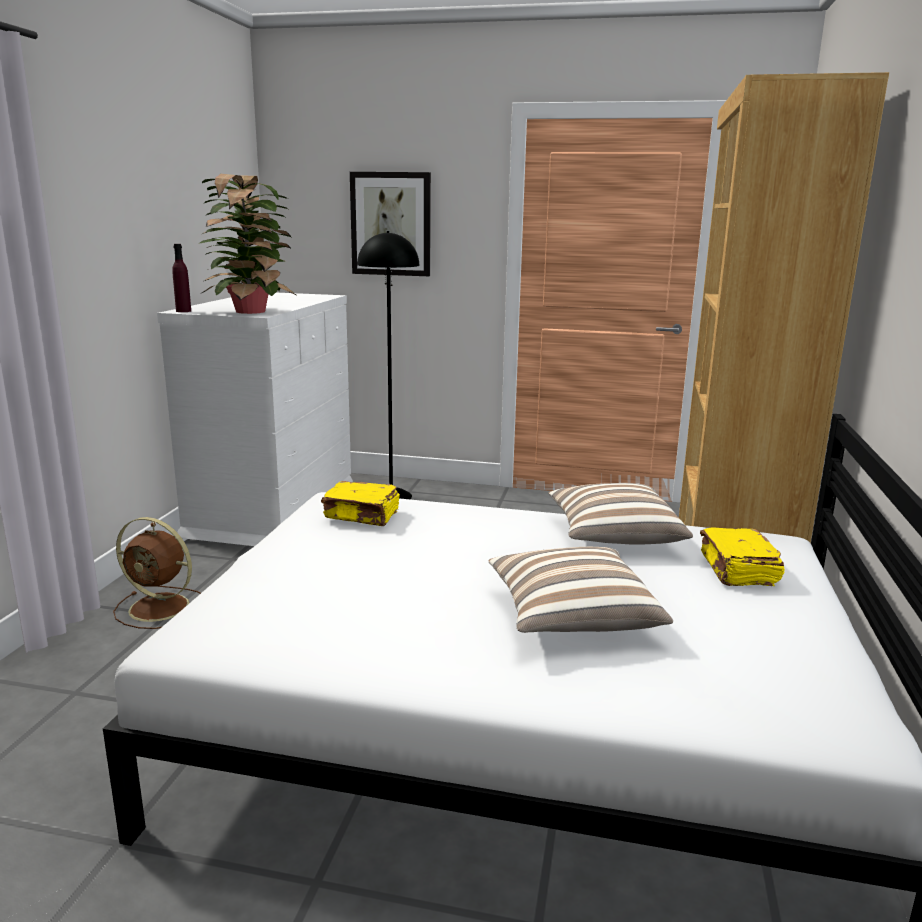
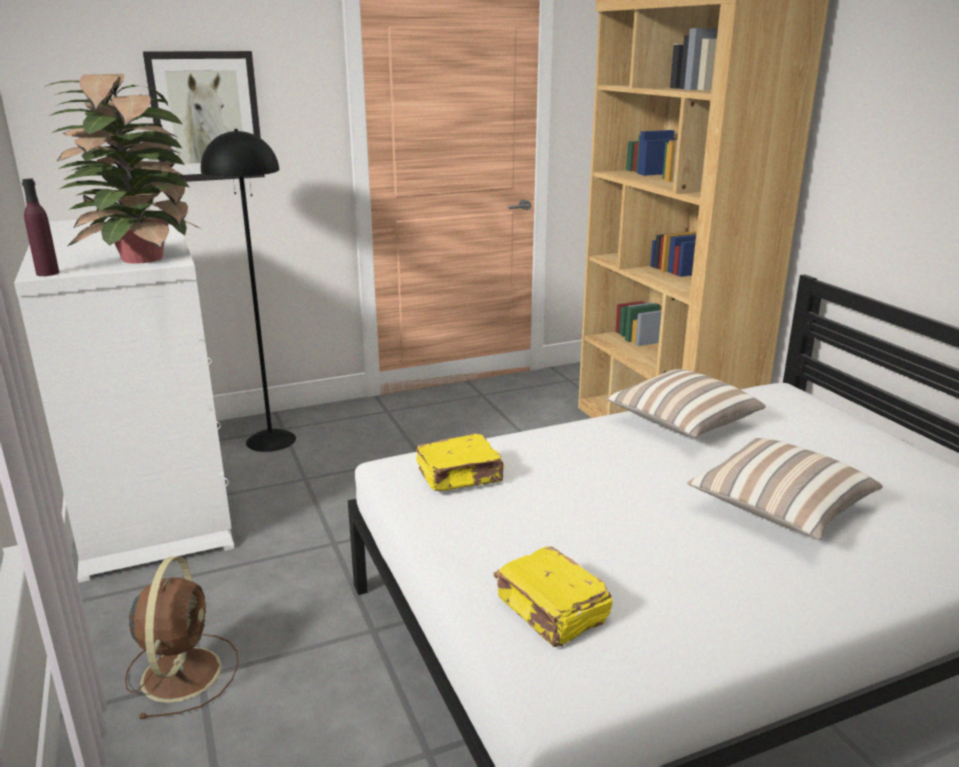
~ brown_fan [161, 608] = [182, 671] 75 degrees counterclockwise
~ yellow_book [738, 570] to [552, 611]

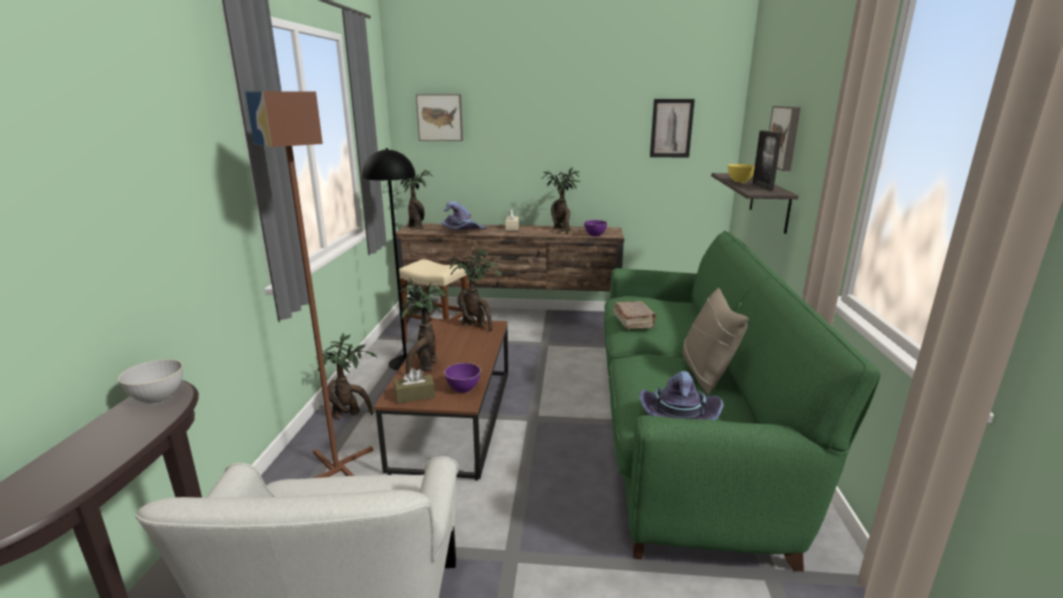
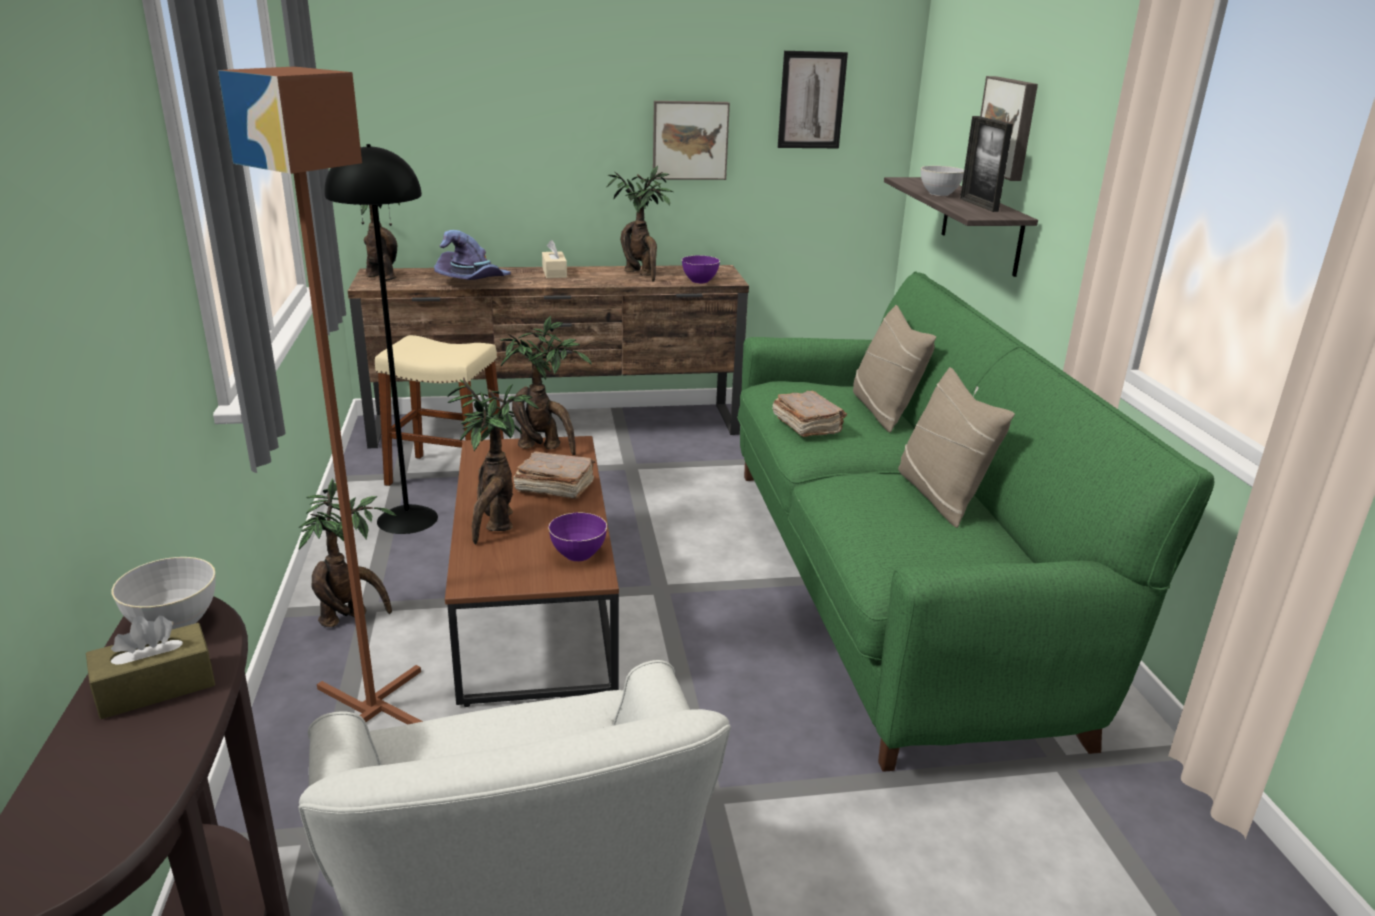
~ brown_tissue_box [415, 396] to [156, 687]
+ brown_book [554, 487]
~ picture [440, 117] to [689, 140]
+ beige_pillow [884, 411]
~ yellow_bowl [740, 181] to grey_bowl [939, 194]
- purple_hat [677, 416]

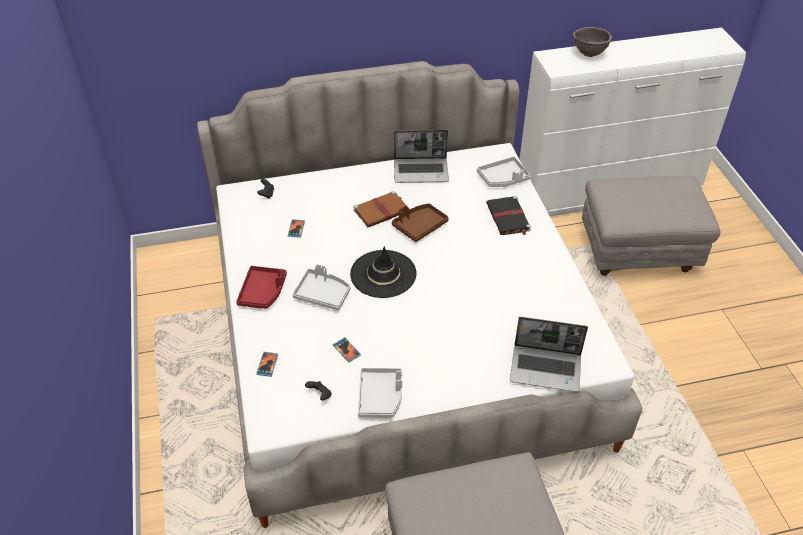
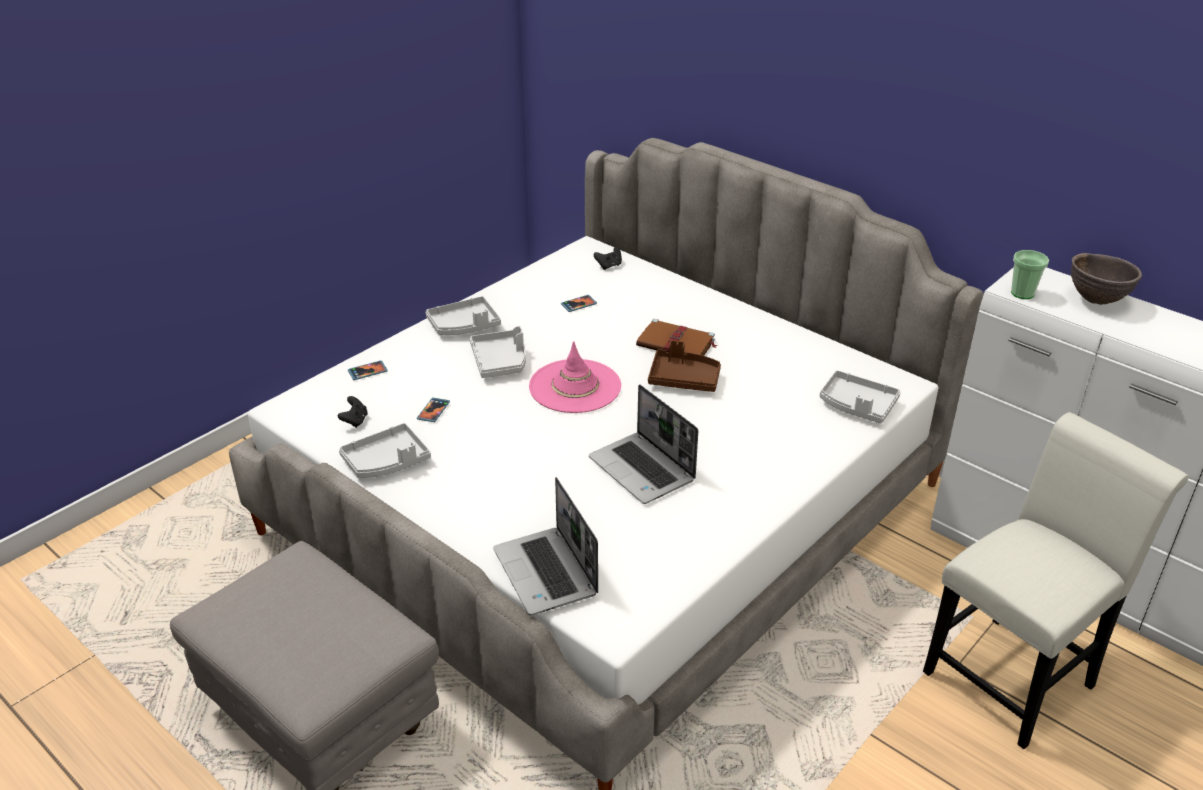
~ red_tray [263, 292] to grey_tray [464, 326]
~ black_hat [383, 274] to pink_hat [575, 387]
~ laptop [421, 171] to [643, 470]
~ grey_ottoman [638, 253] to white_chair [1016, 673]
+ cup [1022, 293]
- black_book [508, 218]

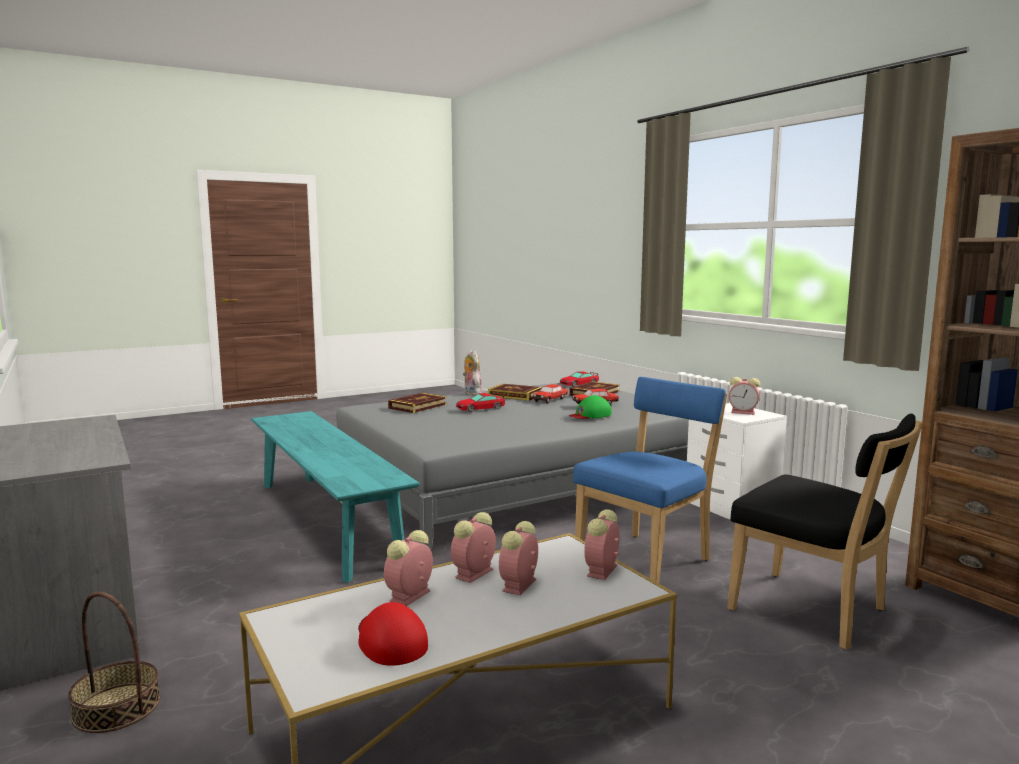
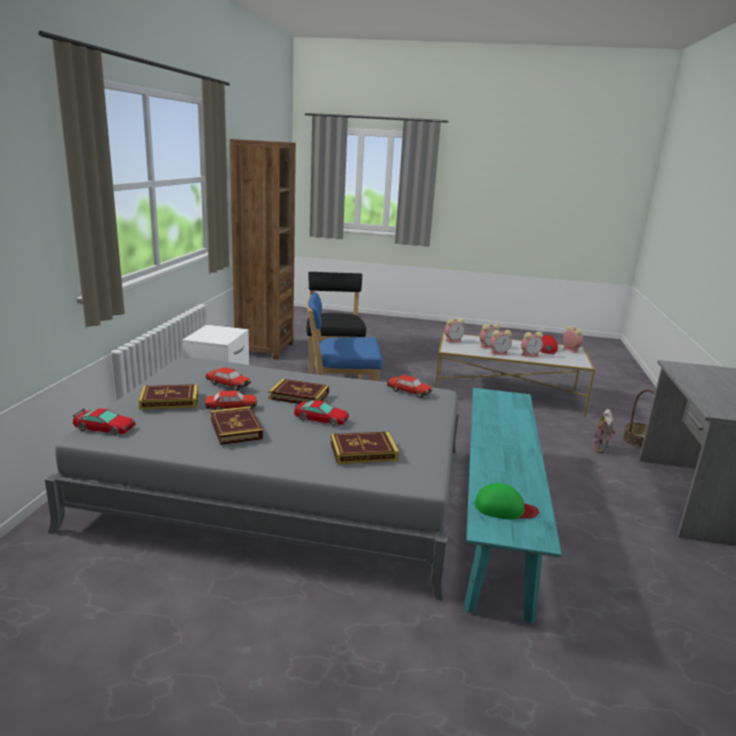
+ book [299, 396]
+ toy_car [408, 392]
~ green_cap [590, 415] to [504, 508]
~ alarm_clock [744, 412] to [569, 350]
~ plush_toy [471, 393] to [601, 449]

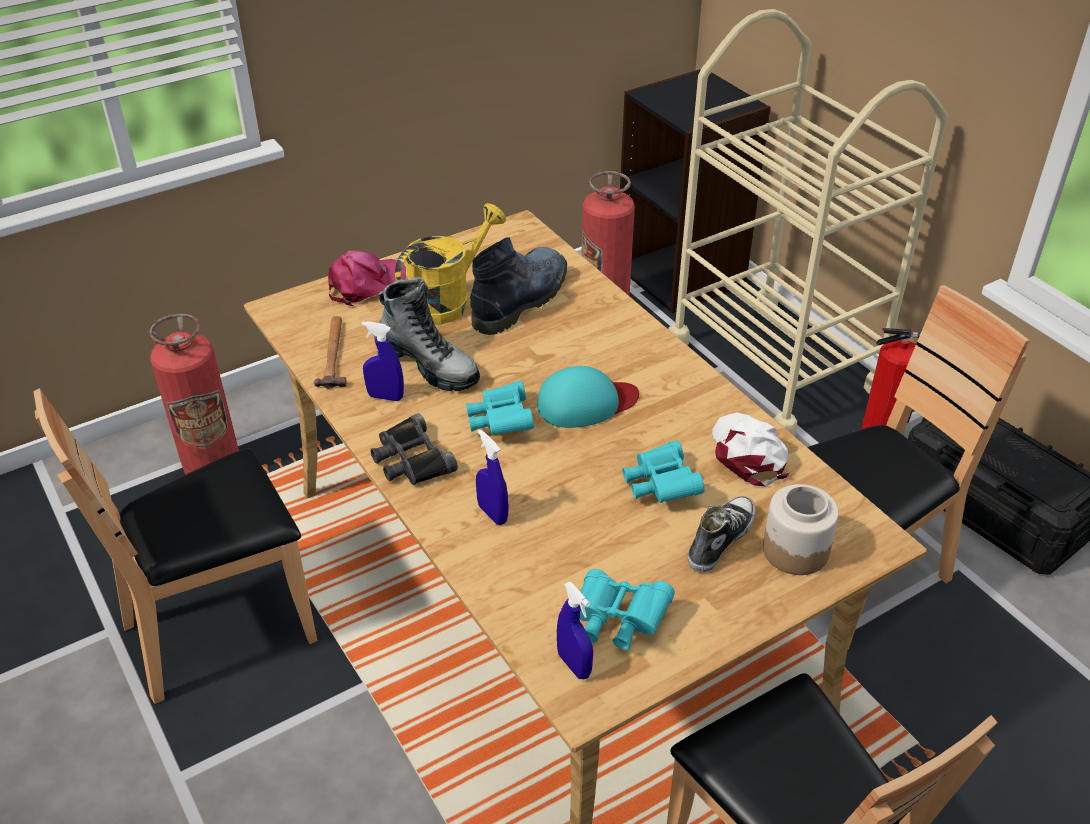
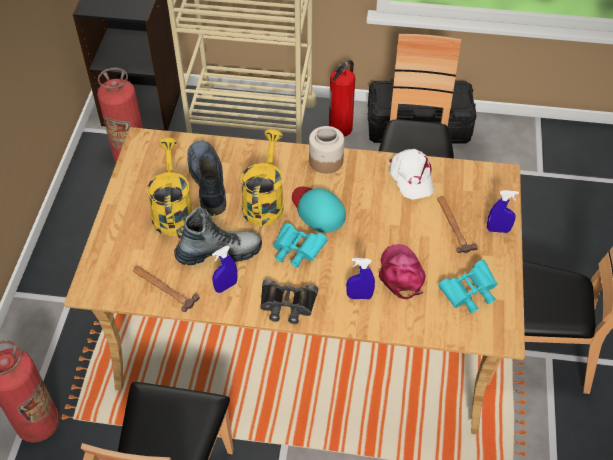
+ yellow_watering_can [264, 201]
~ turquoise_cap [586, 403] = [317, 210] 60 degrees counterclockwise
~ jar [795, 550] to [325, 161]
~ pink_cap [366, 284] to [401, 273]
~ white_cap [748, 453] = [411, 177] 135 degrees counterclockwise
~ shoe [720, 539] to hammer [453, 225]
~ blue_spray_bottle [574, 665] to [498, 230]
- turquoise_binoculars [660, 486]

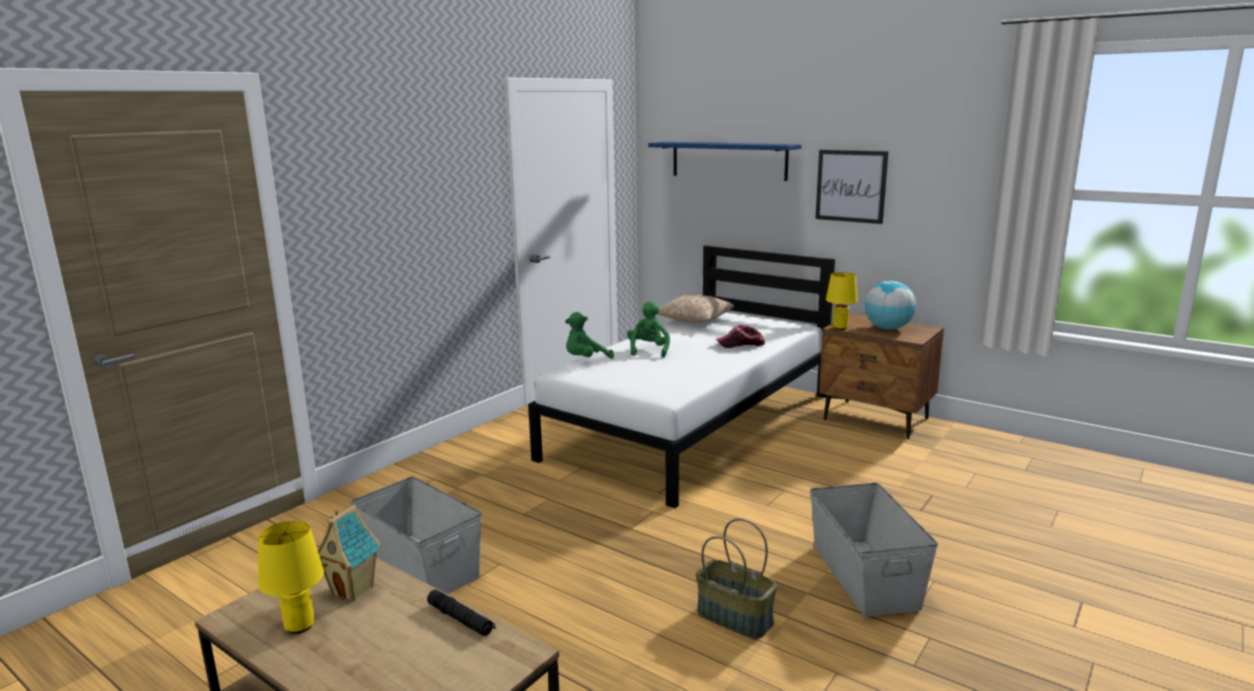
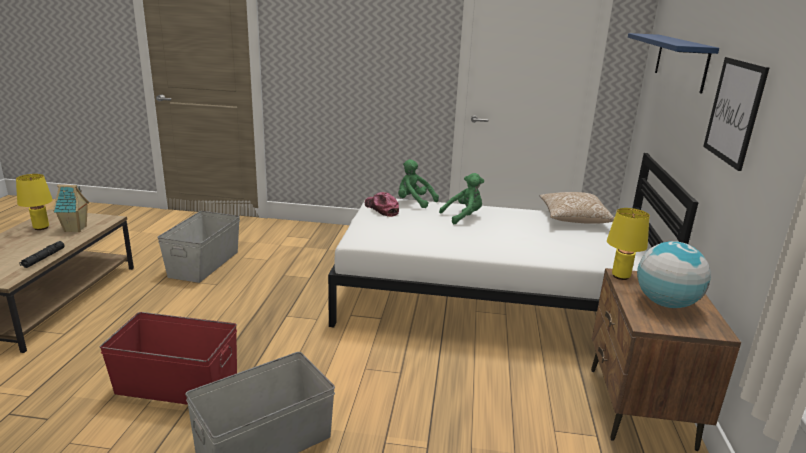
~ basket [736, 617] to red_storage_box [177, 385]
~ cap [740, 344] to [381, 209]

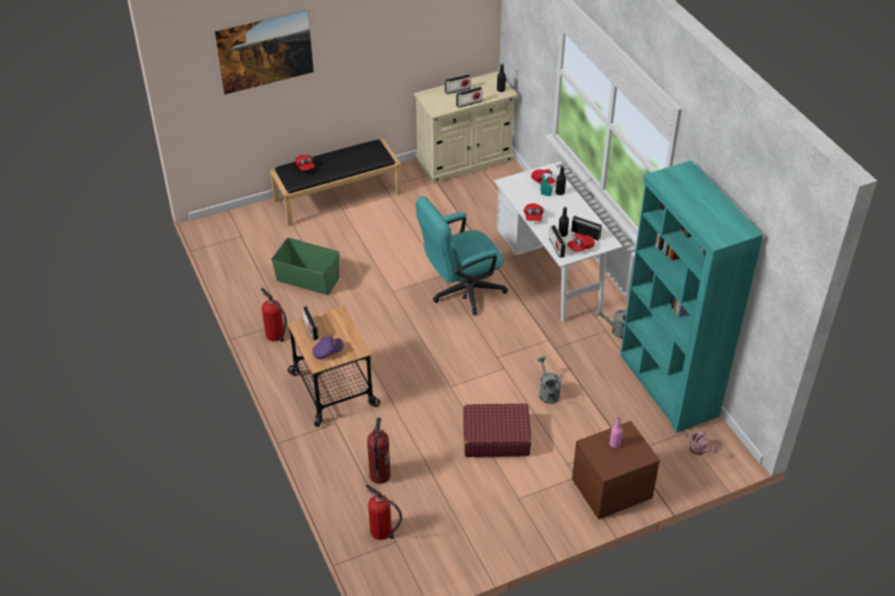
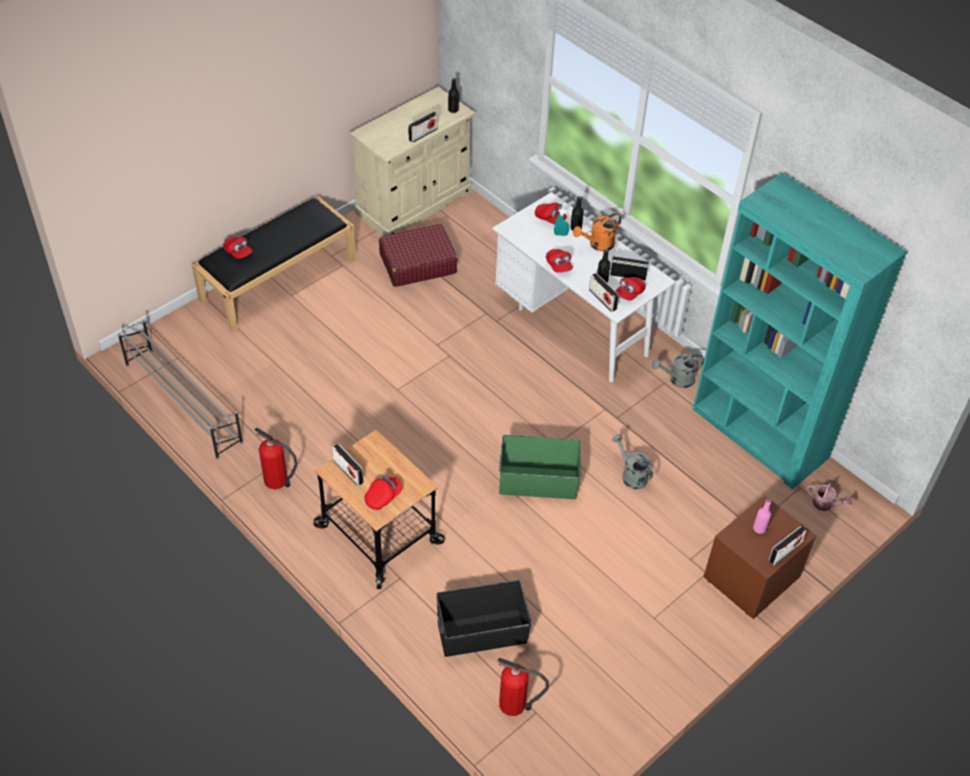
+ grey_shoe_rack [183, 402]
~ purple_cap [328, 352] to red_cap [383, 497]
~ red_suitcase [495, 437] to [417, 263]
~ fire_extinguisher [380, 475] to black_storage_box [481, 632]
~ green_storage_box [308, 278] to [537, 481]
+ orange_watering_can [597, 245]
~ radio [457, 90] to [785, 552]
- picture [267, 68]
- turquoise_office_chair [461, 292]

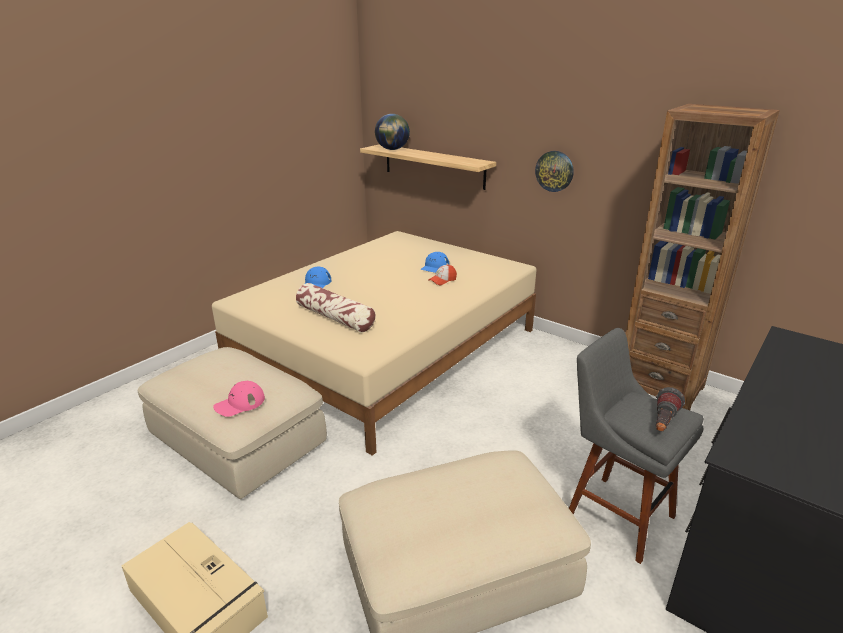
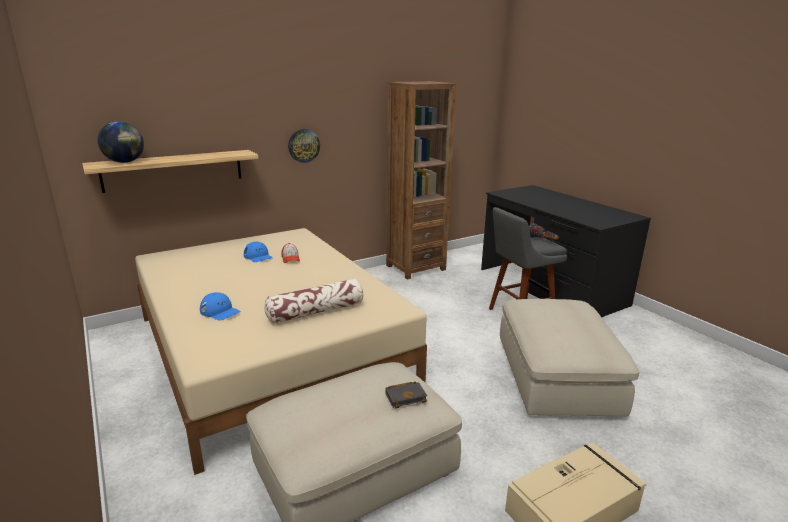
~ pink_cap [239, 403] to black_book [406, 396]

